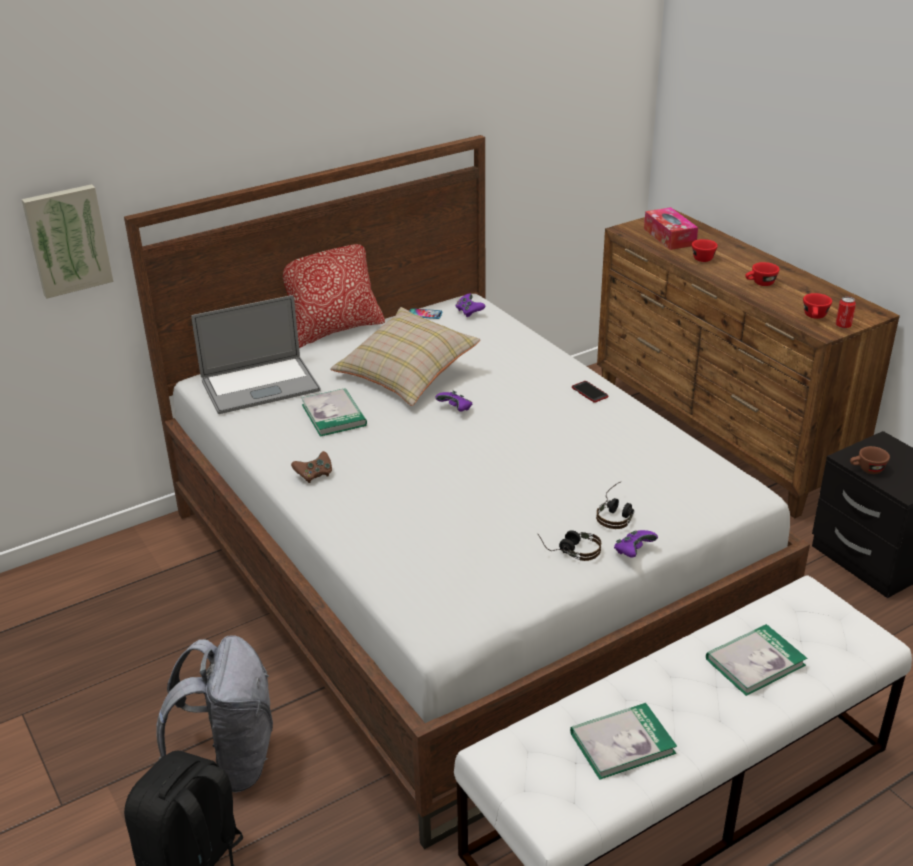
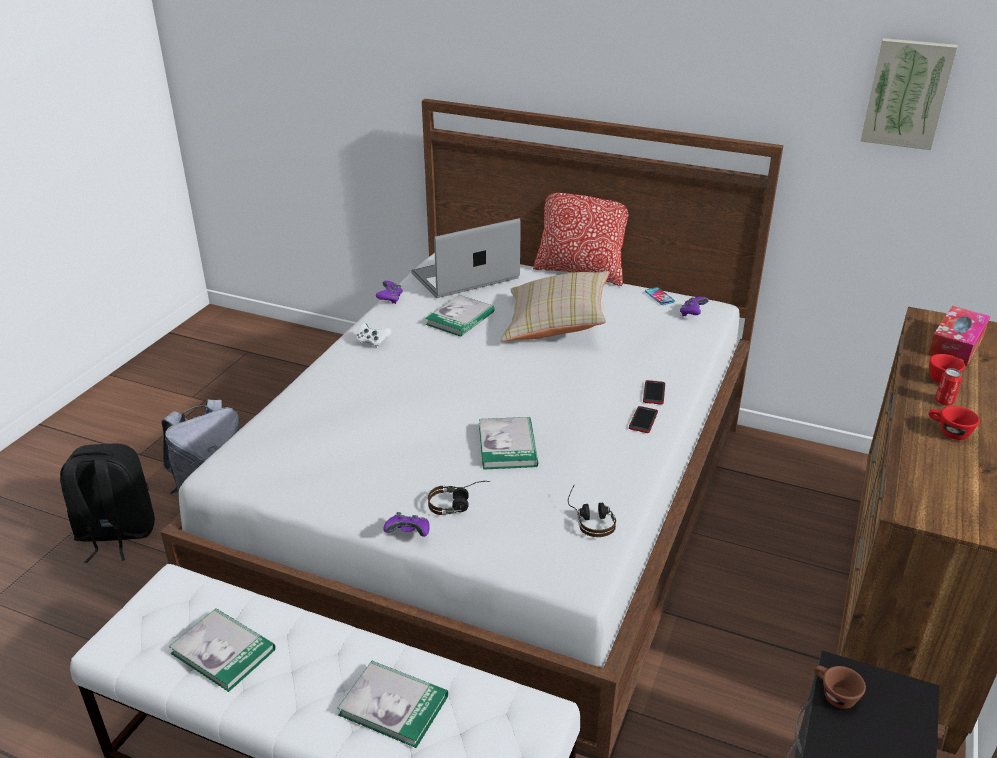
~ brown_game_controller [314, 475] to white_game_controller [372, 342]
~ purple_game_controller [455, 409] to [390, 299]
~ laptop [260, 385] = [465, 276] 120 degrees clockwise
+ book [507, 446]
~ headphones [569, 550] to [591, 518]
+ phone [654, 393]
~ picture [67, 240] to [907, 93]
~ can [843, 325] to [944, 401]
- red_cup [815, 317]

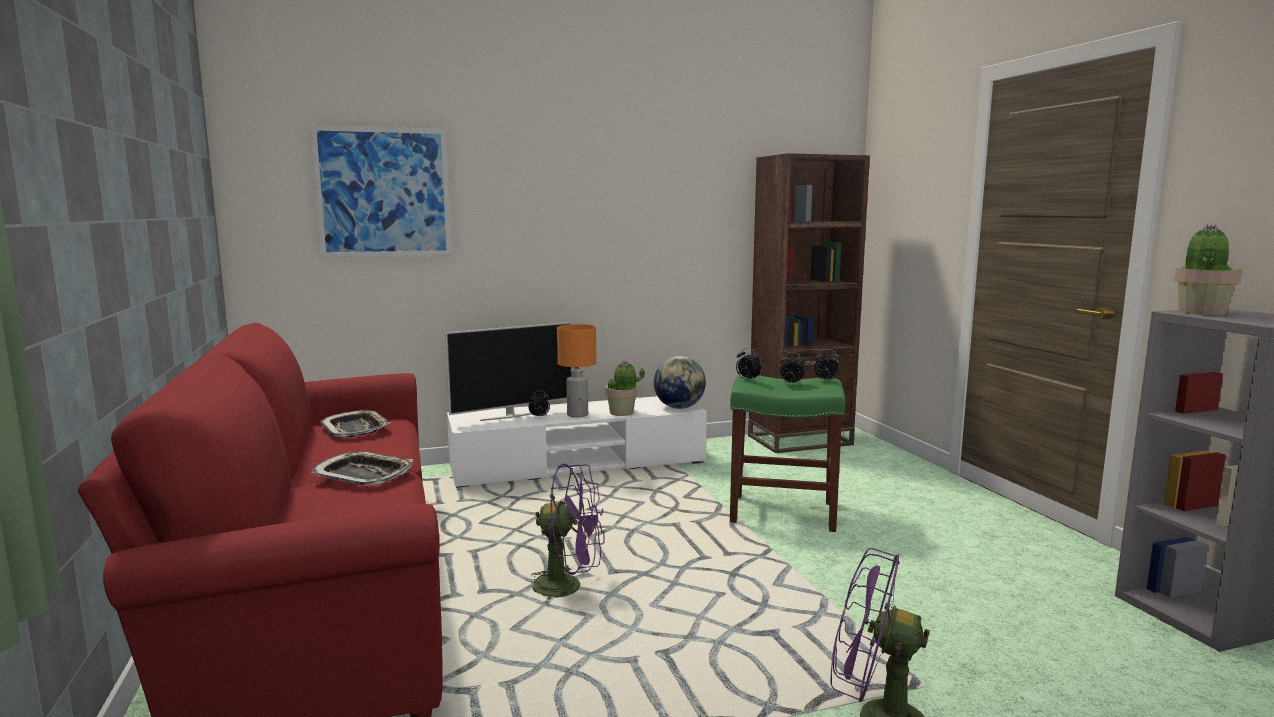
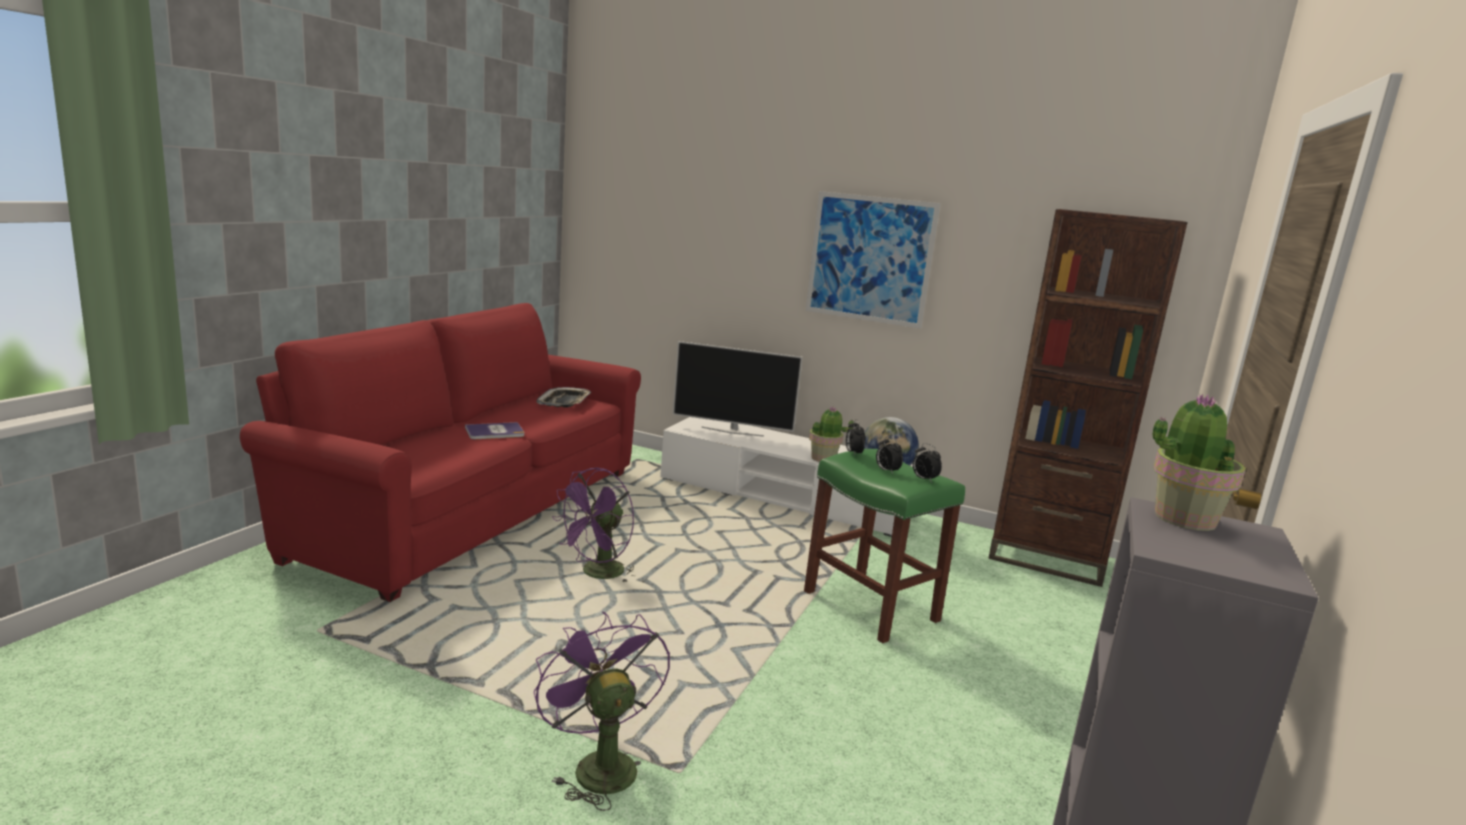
~ tray [364, 475] to book [495, 432]
~ purple_fan [568, 587] = [597, 575] 75 degrees clockwise
~ picture [383, 192] to [870, 259]
- alarm_clock [539, 417]
- orange_table_lamp [578, 415]

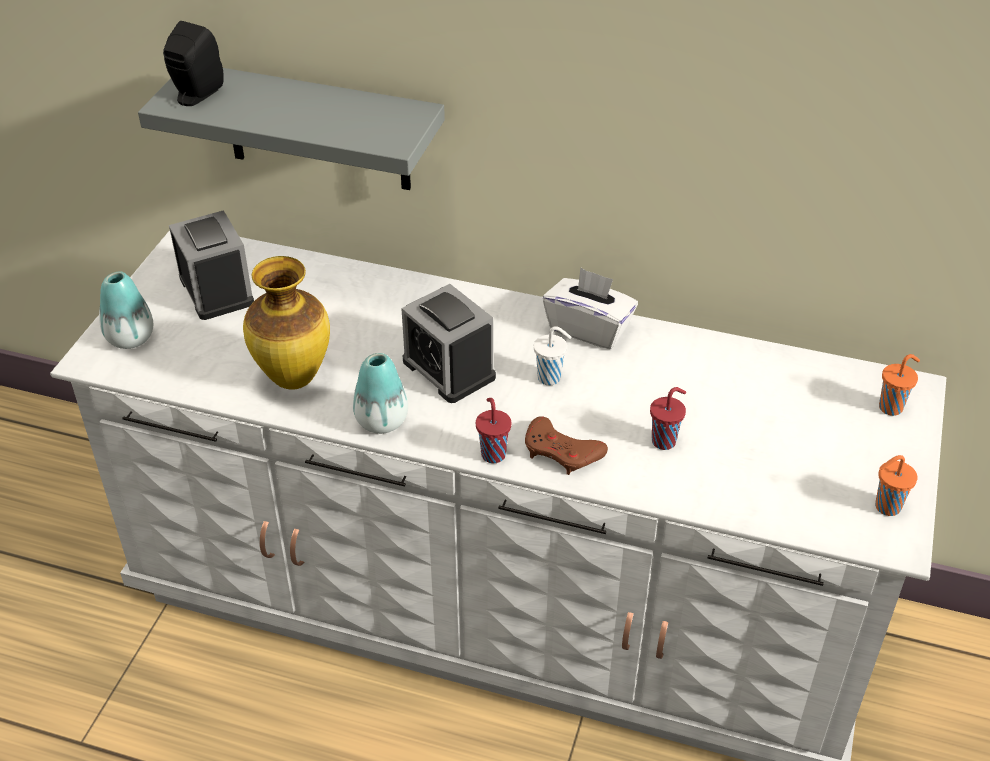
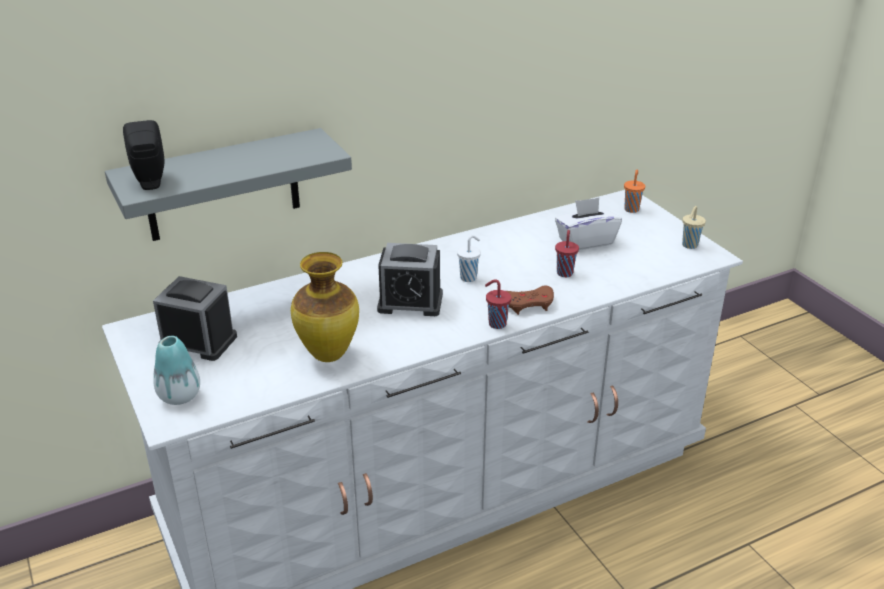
~ white_tissue_box [589, 328] to [585, 241]
~ orange_cup [886, 507] to beige_cup [689, 245]
- vase [382, 421]

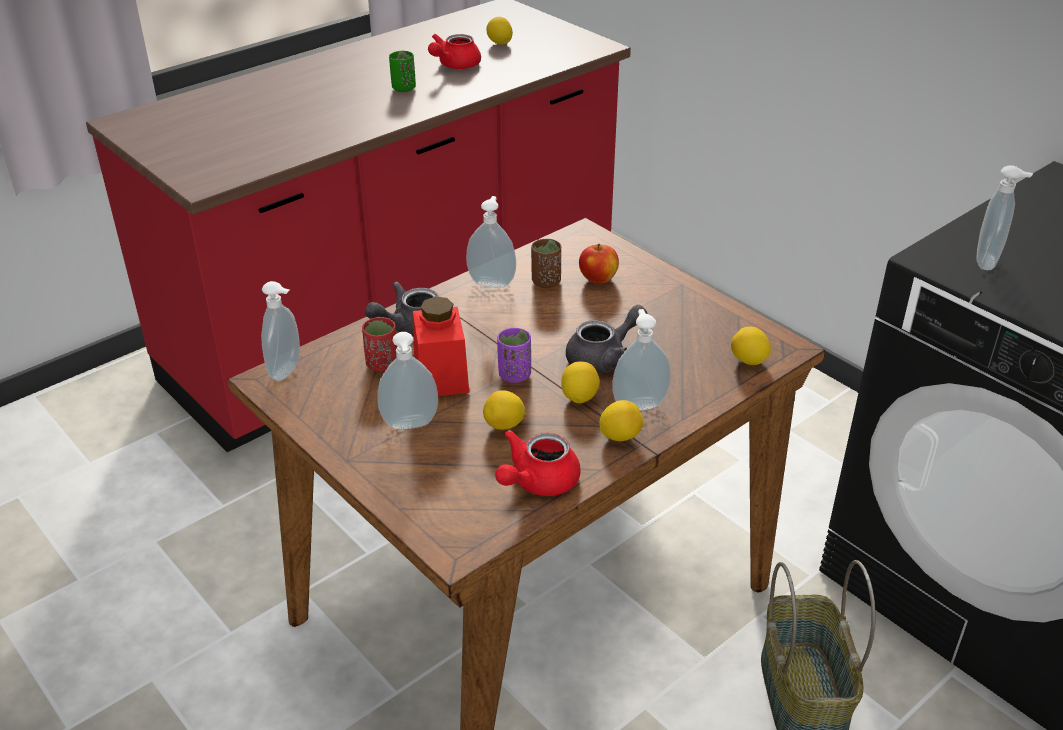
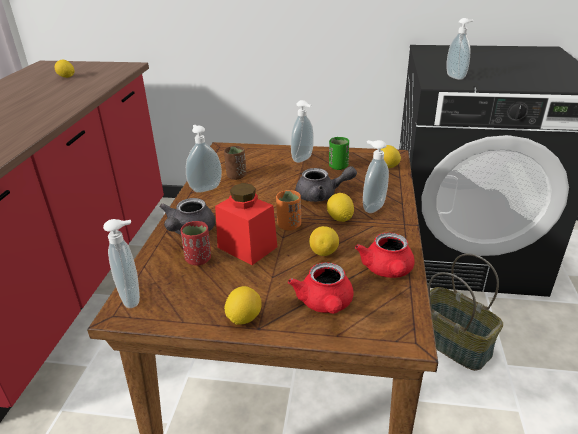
~ lemon [620, 436] to [244, 318]
~ purple_cup [514, 375] to orange_cup [289, 225]
~ red_teapot [454, 65] to [325, 305]
~ soap_dispenser [410, 425] to [303, 159]
~ grey_teapot [604, 357] = [321, 195] 75 degrees clockwise
~ green_cup [403, 88] to [338, 166]
- apple [598, 279]

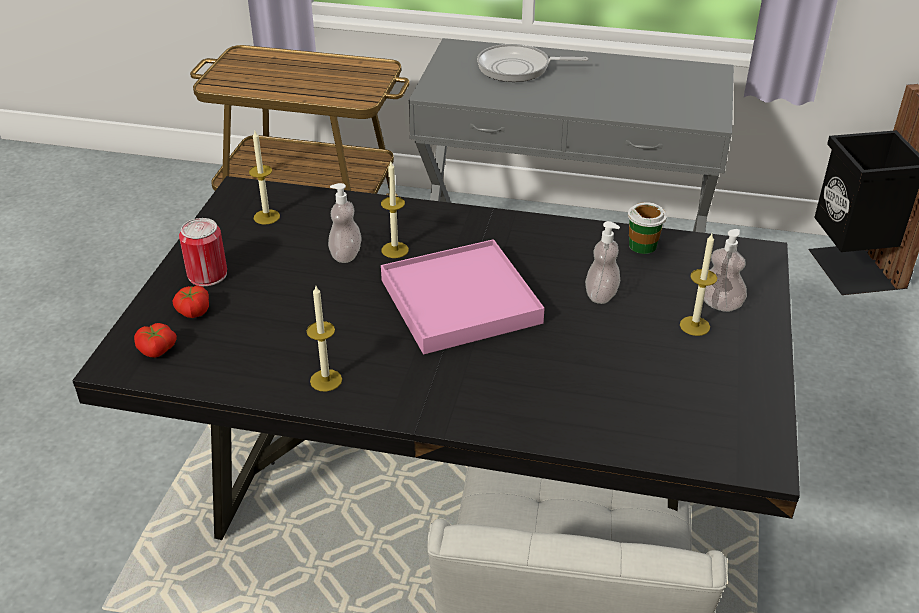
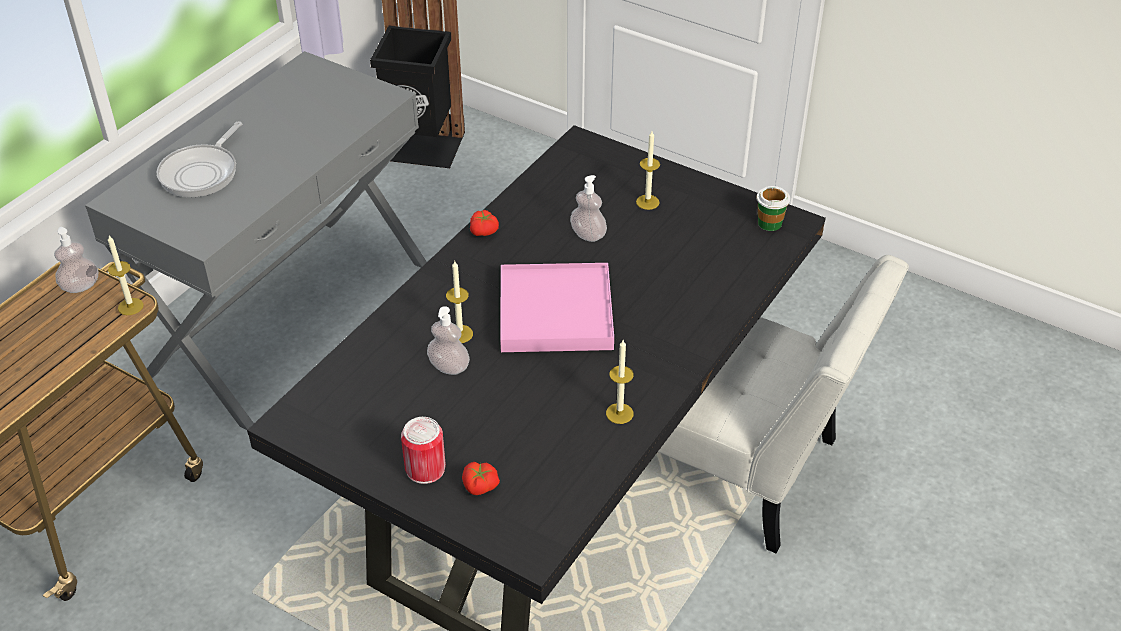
~ soap_dispenser [719, 304] to [80, 286]
~ candle [266, 217] to [130, 306]
~ tomato [157, 351] to [484, 231]
~ cup [643, 245] to [769, 223]

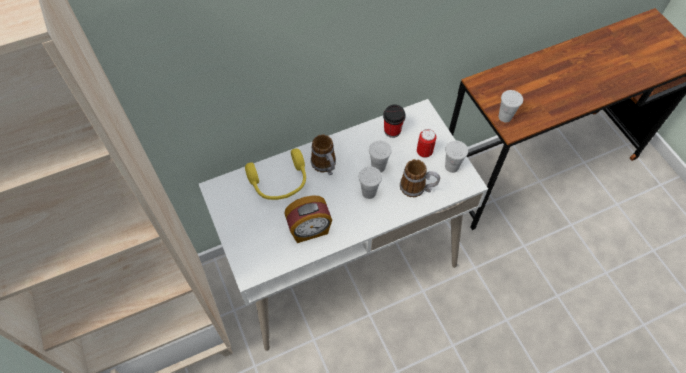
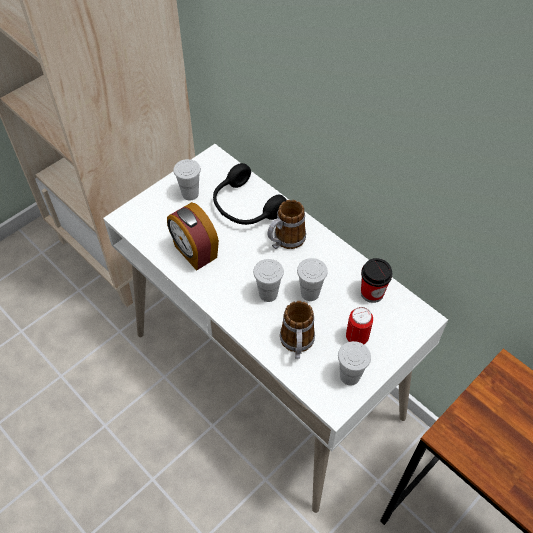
~ white_cup [505, 117] to [190, 194]
~ yellow_headphones [280, 182] to black_headphones [245, 207]

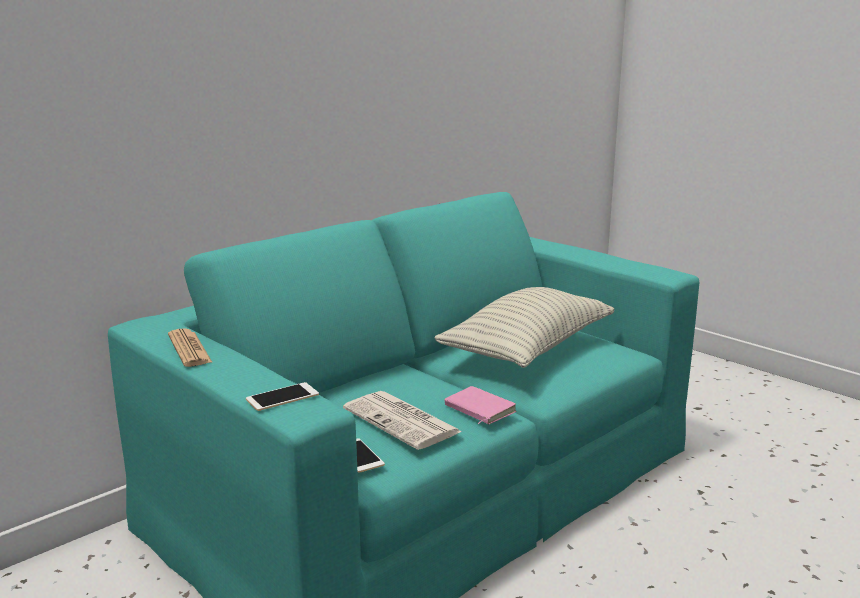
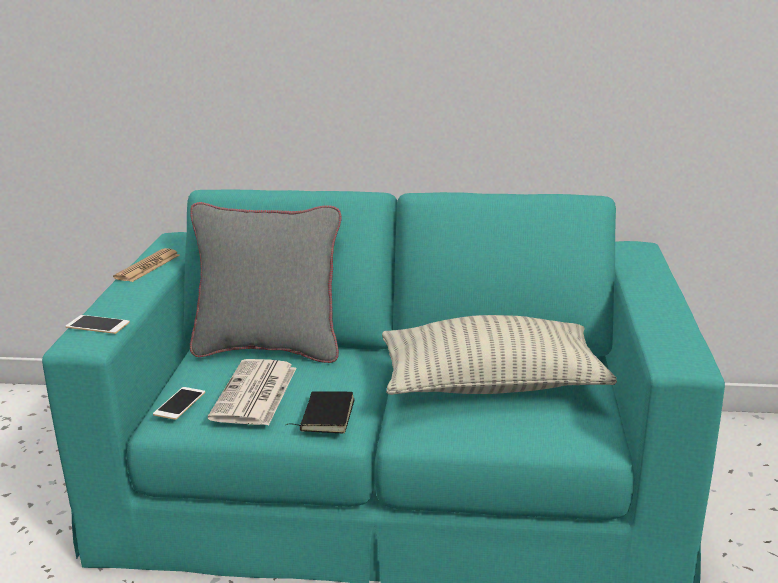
+ grey_pillow [269, 348]
~ pink_book [478, 409] to black_book [325, 415]

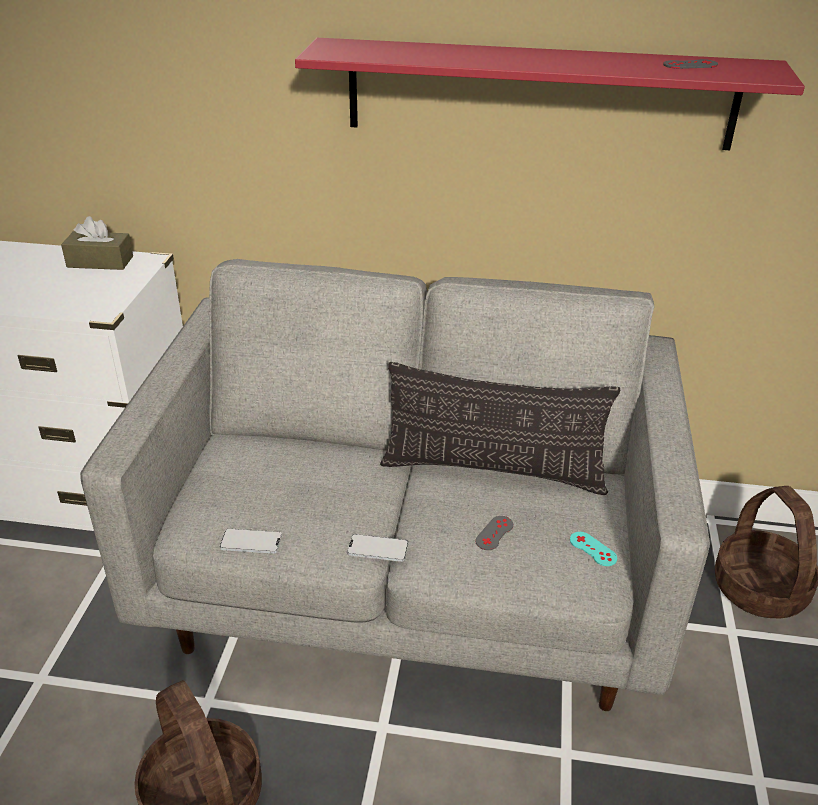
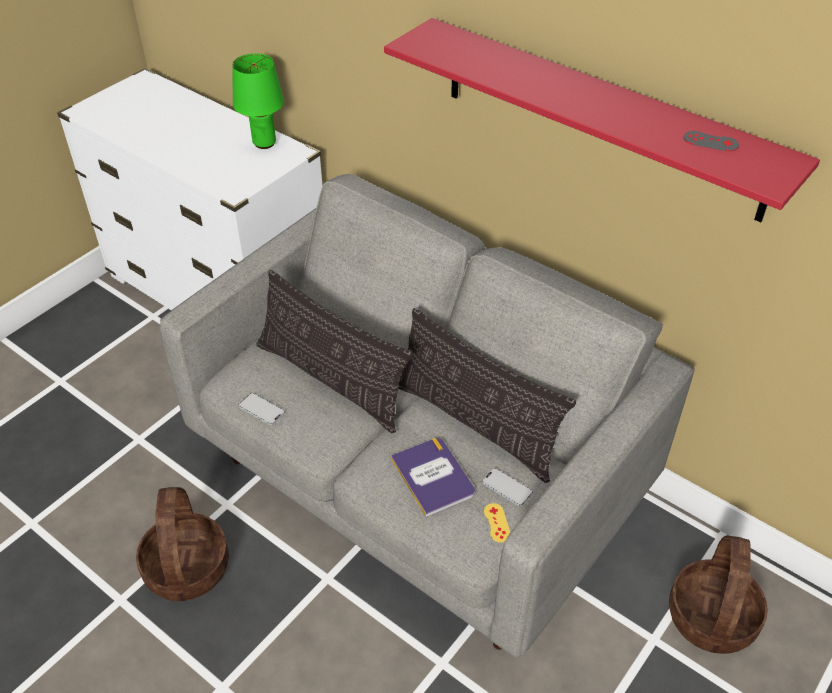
~ brown_tissue_box [100, 262] to green_table_lamp [265, 143]
+ pillow [331, 380]
~ grey_game_controller [494, 533] to book [433, 476]
~ phone [378, 549] to [507, 488]
~ turquoise_game_controller [593, 549] to yellow_game_controller [497, 523]

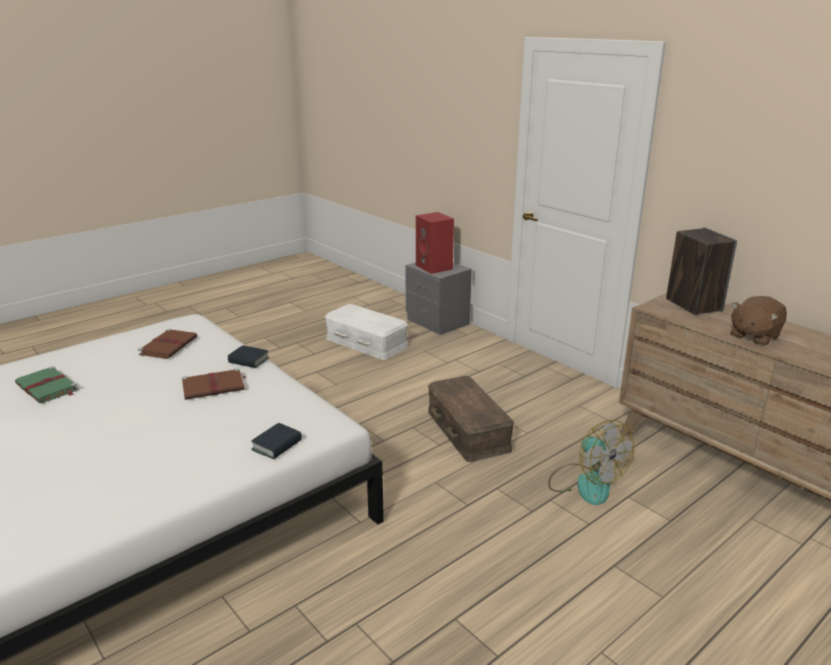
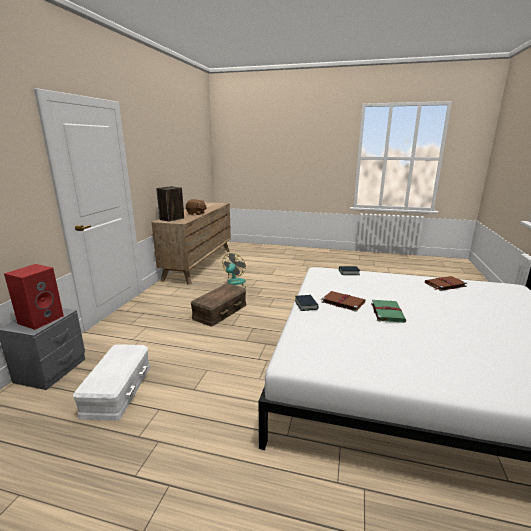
~ green_book [47, 388] to [387, 312]
~ brown_book [169, 346] to [444, 285]

